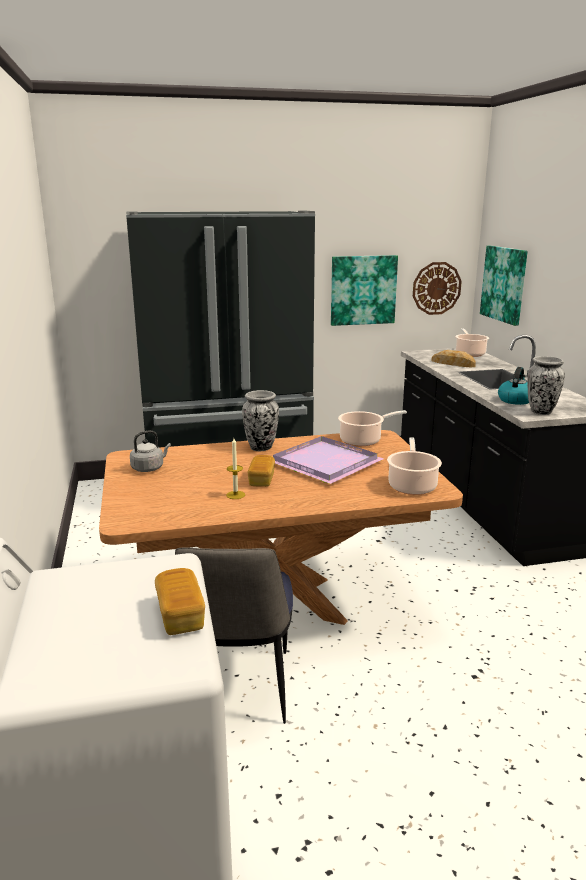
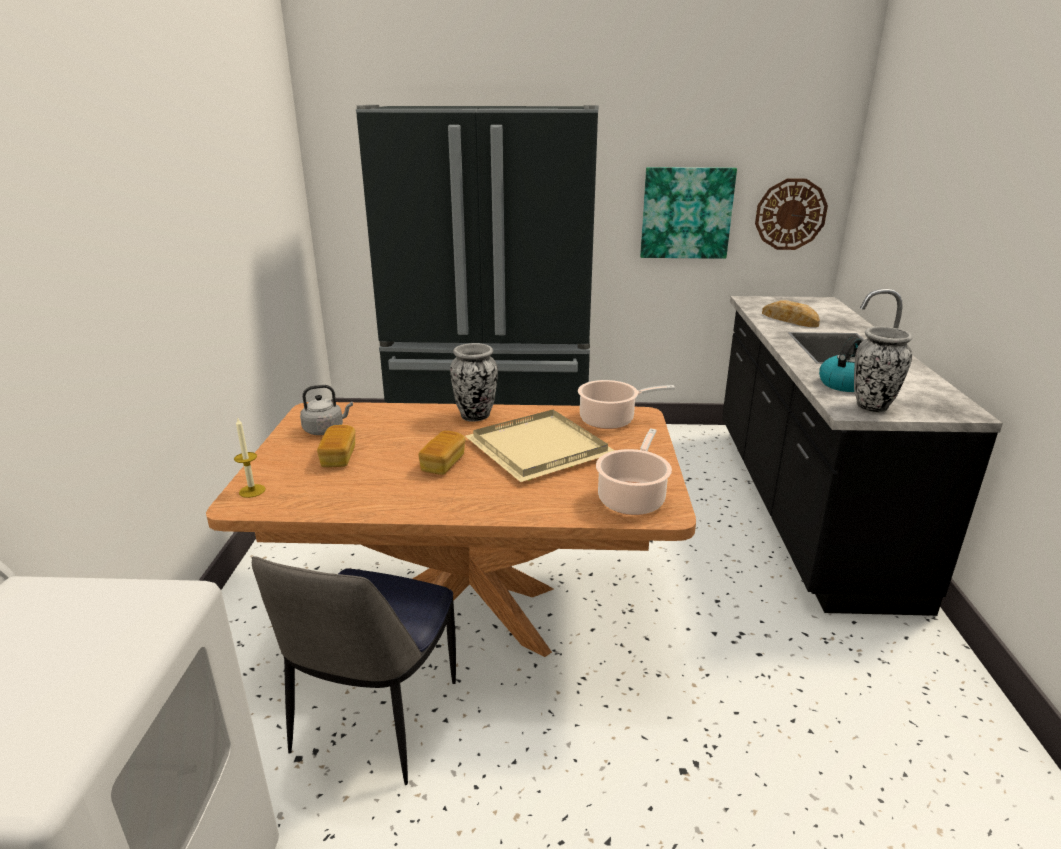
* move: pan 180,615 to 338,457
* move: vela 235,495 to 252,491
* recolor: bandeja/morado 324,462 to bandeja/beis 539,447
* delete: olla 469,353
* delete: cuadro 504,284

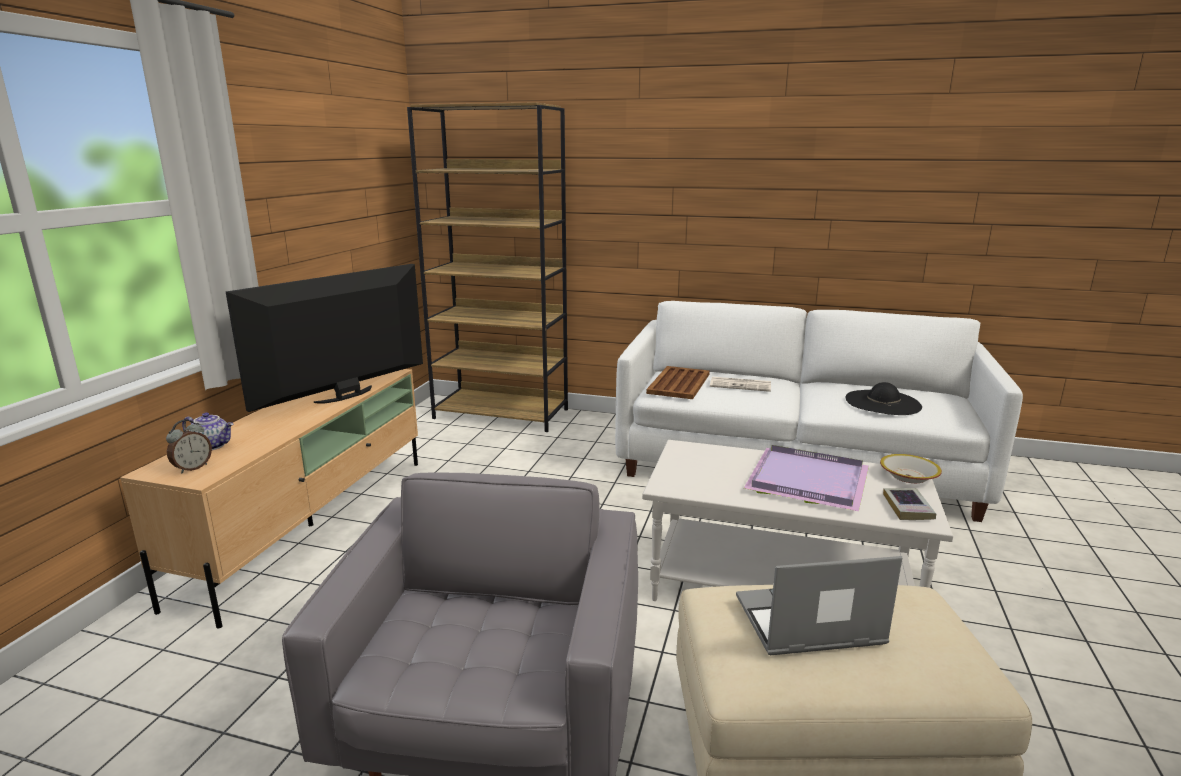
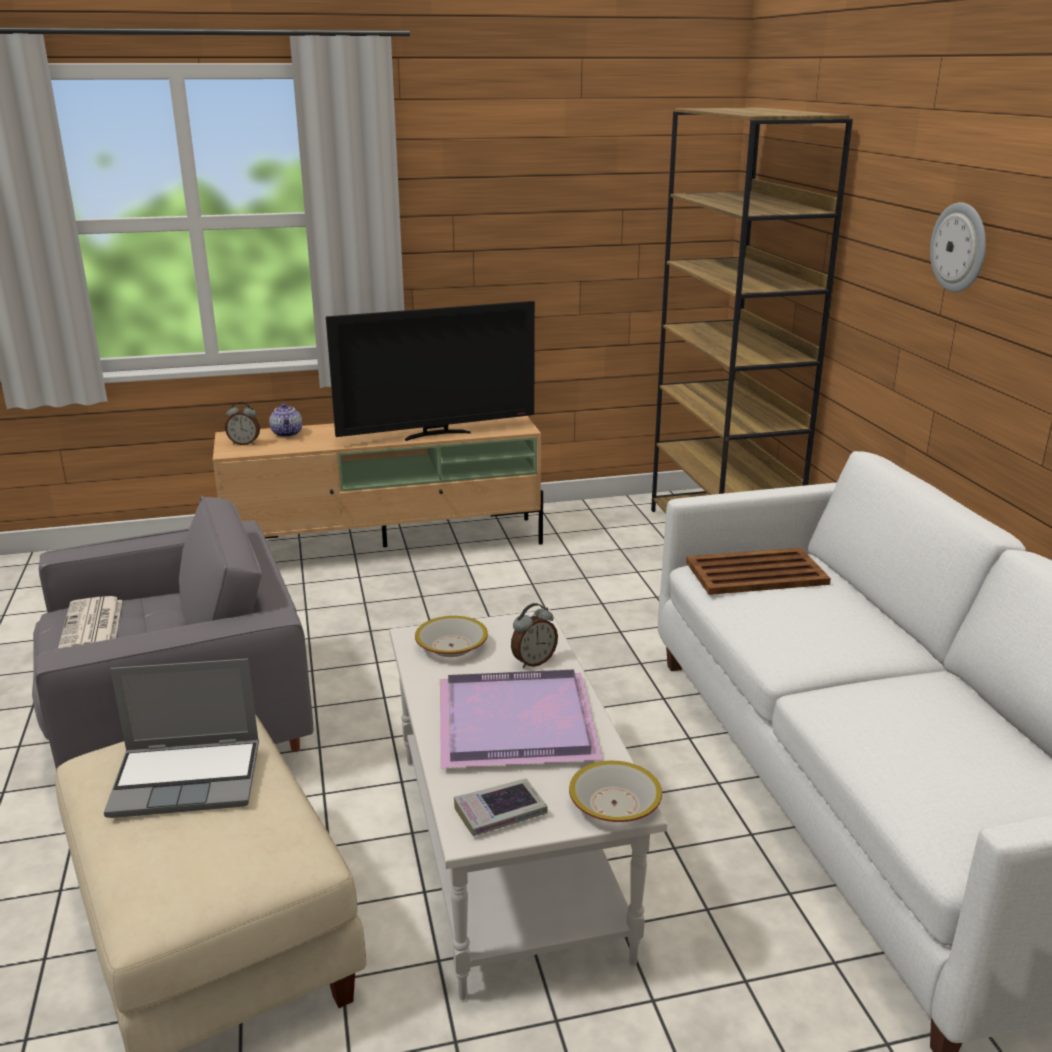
* rotate: televisor 346,396 = 436,434 150 degrees clockwise
* move: periódico 741,385 to 92,625
* rotate: portátil 807,623 = 189,779 120 degrees clockwise
* delete: sombrero/negro 882,402
* insert: cuenco 451,646
* insert: despertador 533,661
* insert: reloj de pared 959,247

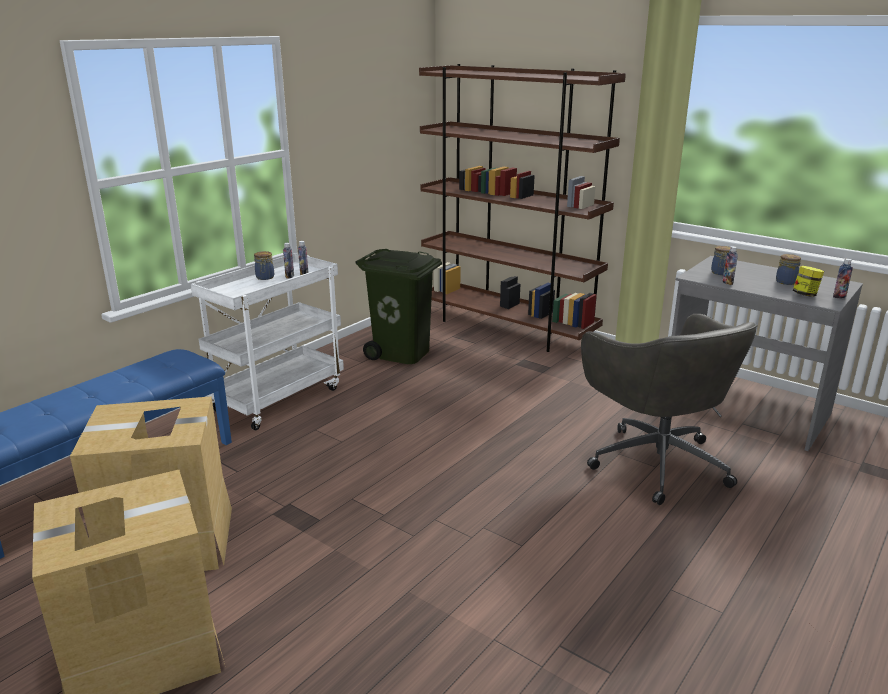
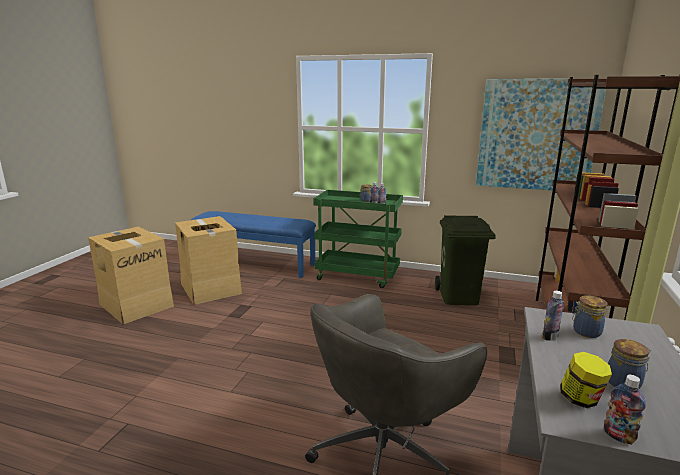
* recolor: carrito/blanco 279,397 to carrito/verde 358,276
* insert: cuadro 536,135

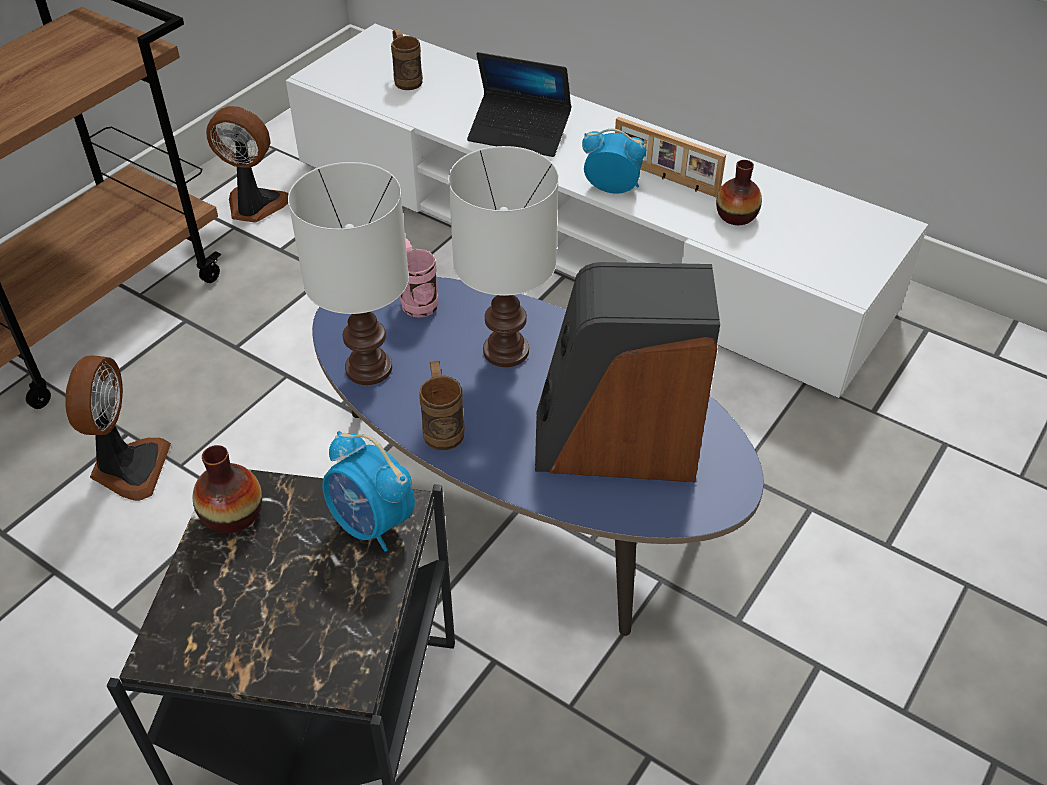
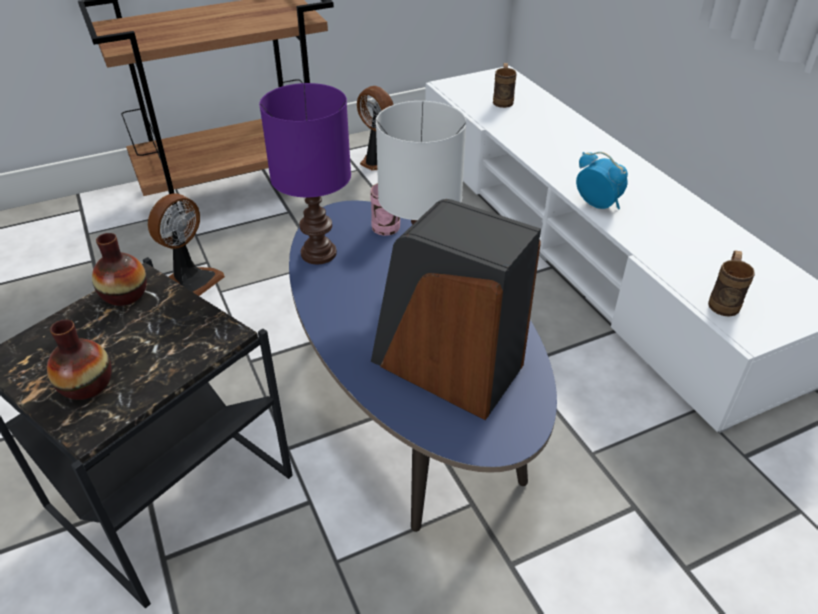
* recolor: lámpara de mesa/blanco 369,370 to lámpara de mesa/morado 318,254
* delete: despertador 372,524
* move: taza grande/marrón 442,427 to 724,301
* delete: portátil 519,133
* delete: portarretratos 664,178
* move: florero 736,216 to 86,385

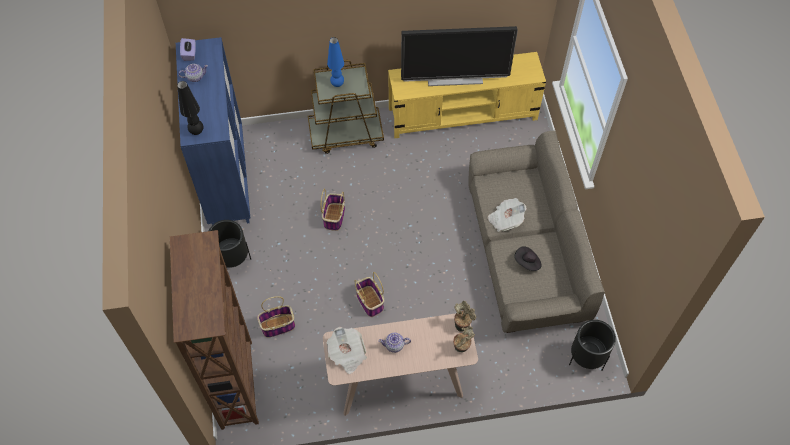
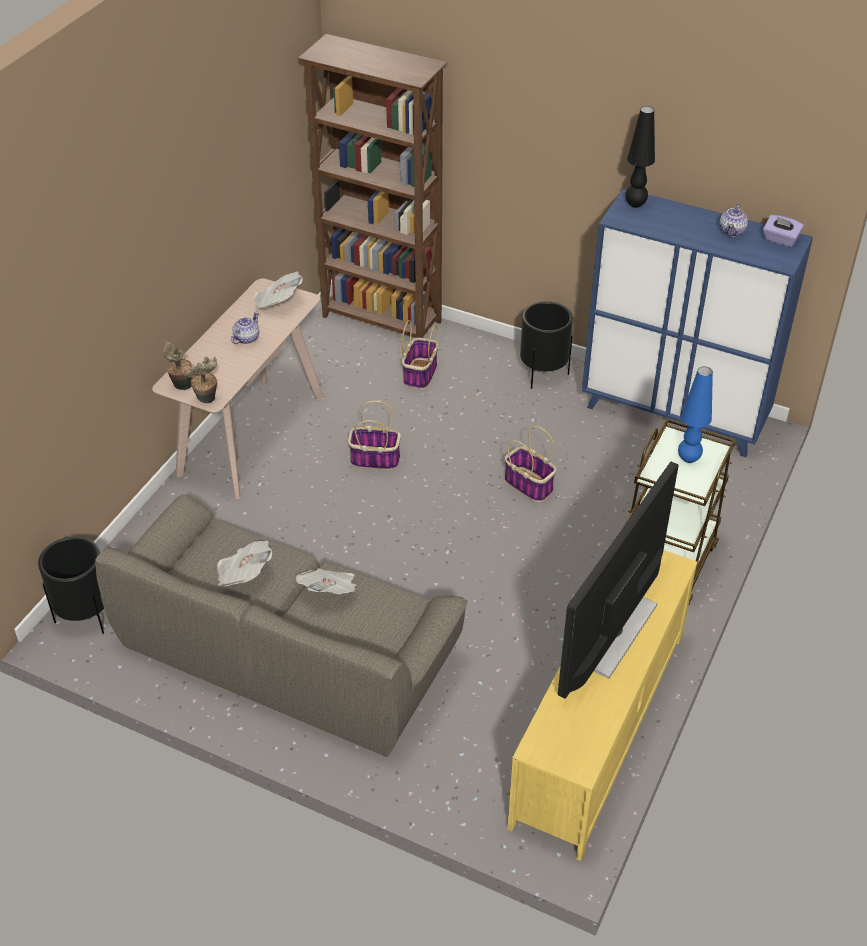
* replace: sombrero/negro 527,263 to periódico 244,574

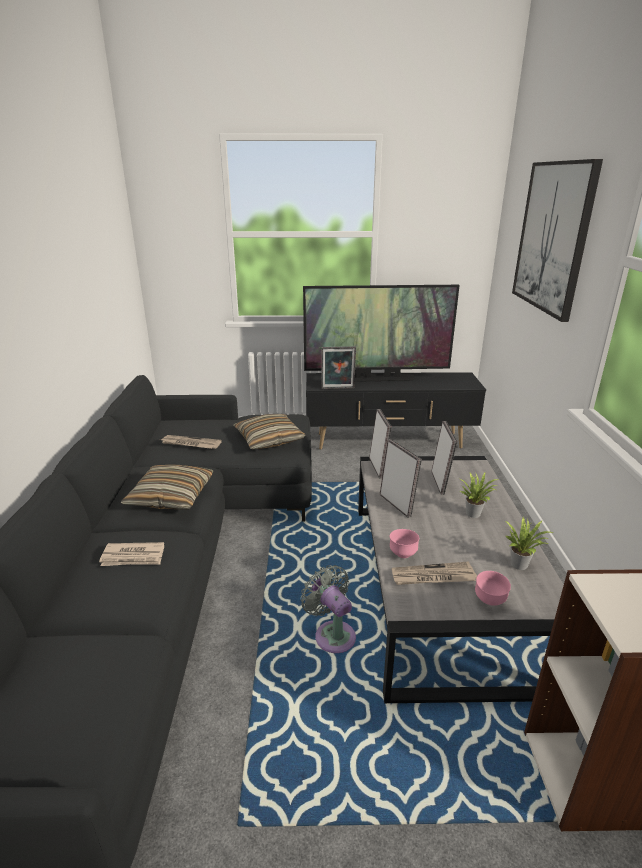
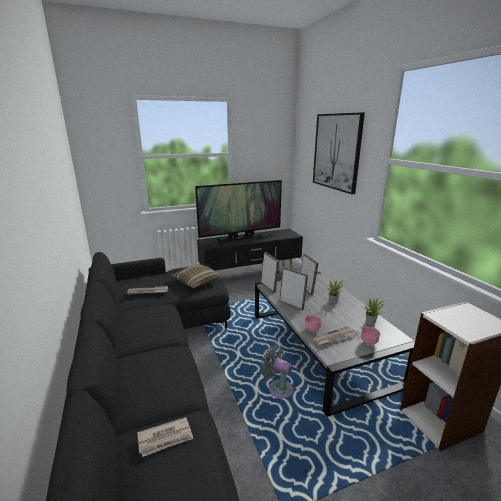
* move: periódico 133,557 to 165,438
* delete: cojín 171,496
* delete: portarretratos 338,389

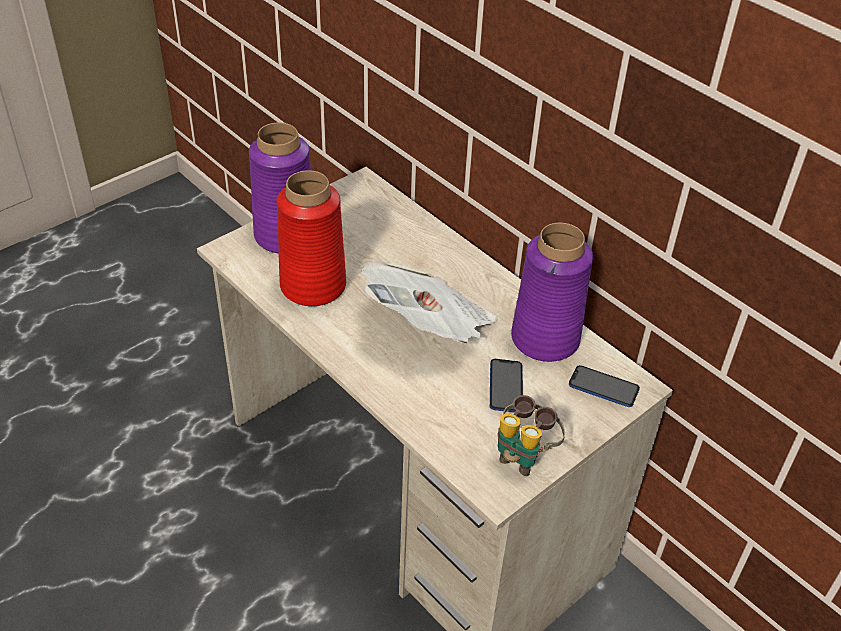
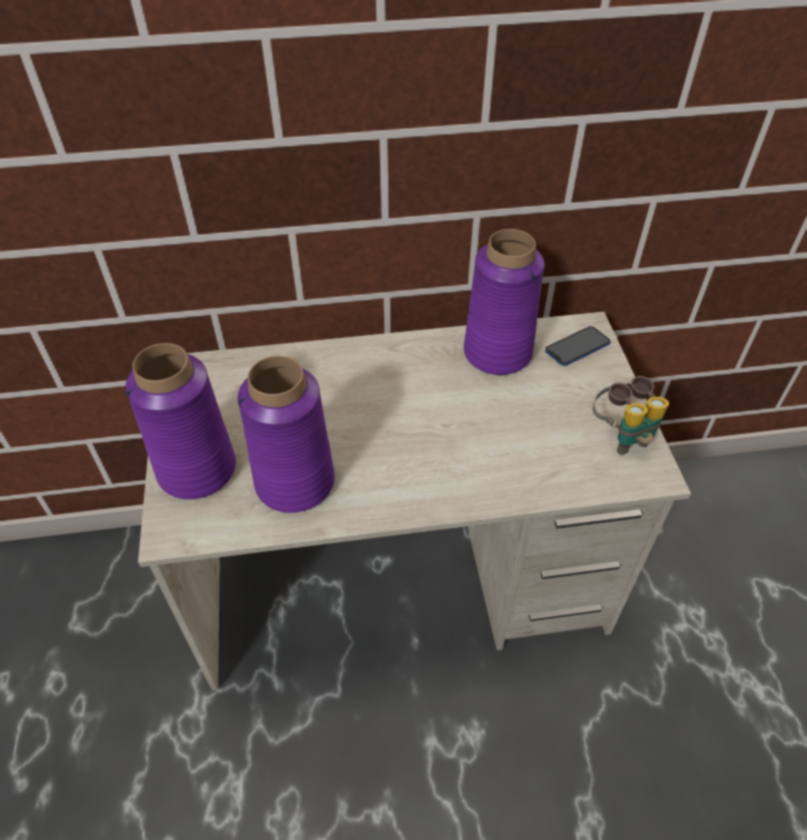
* recolor: florero/rojo 313,286 to florero/morado 295,482
* delete: periódico 430,327
* delete: móvil 506,387

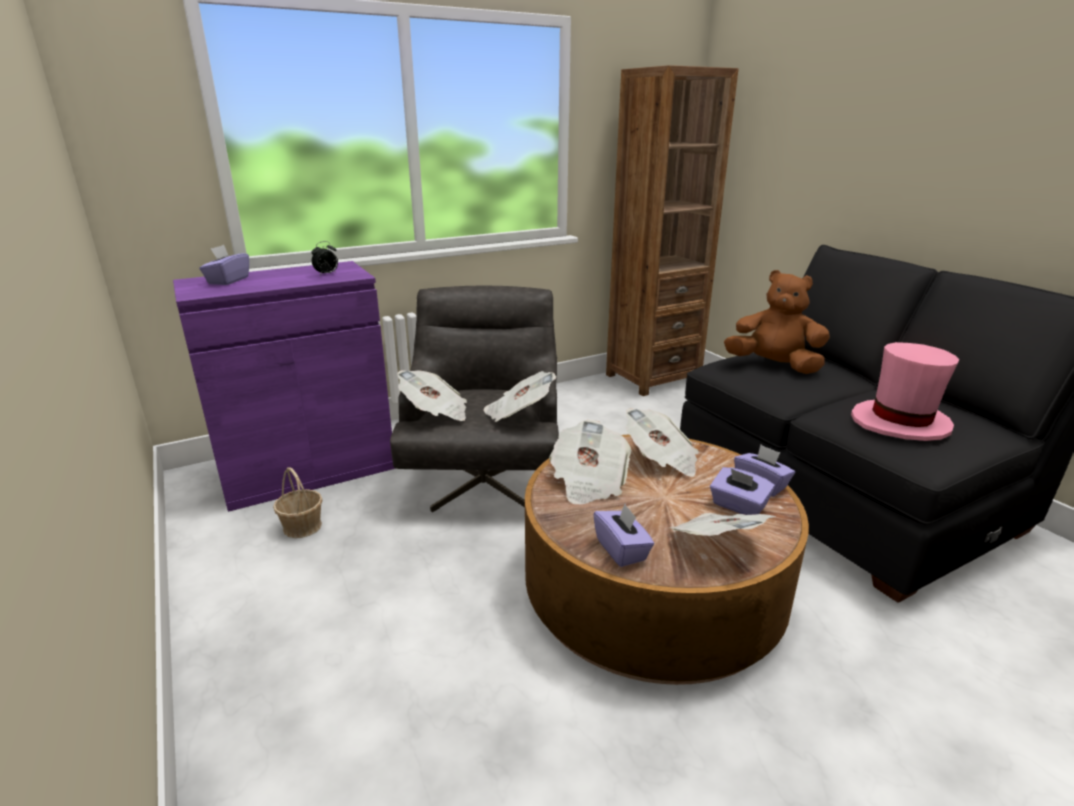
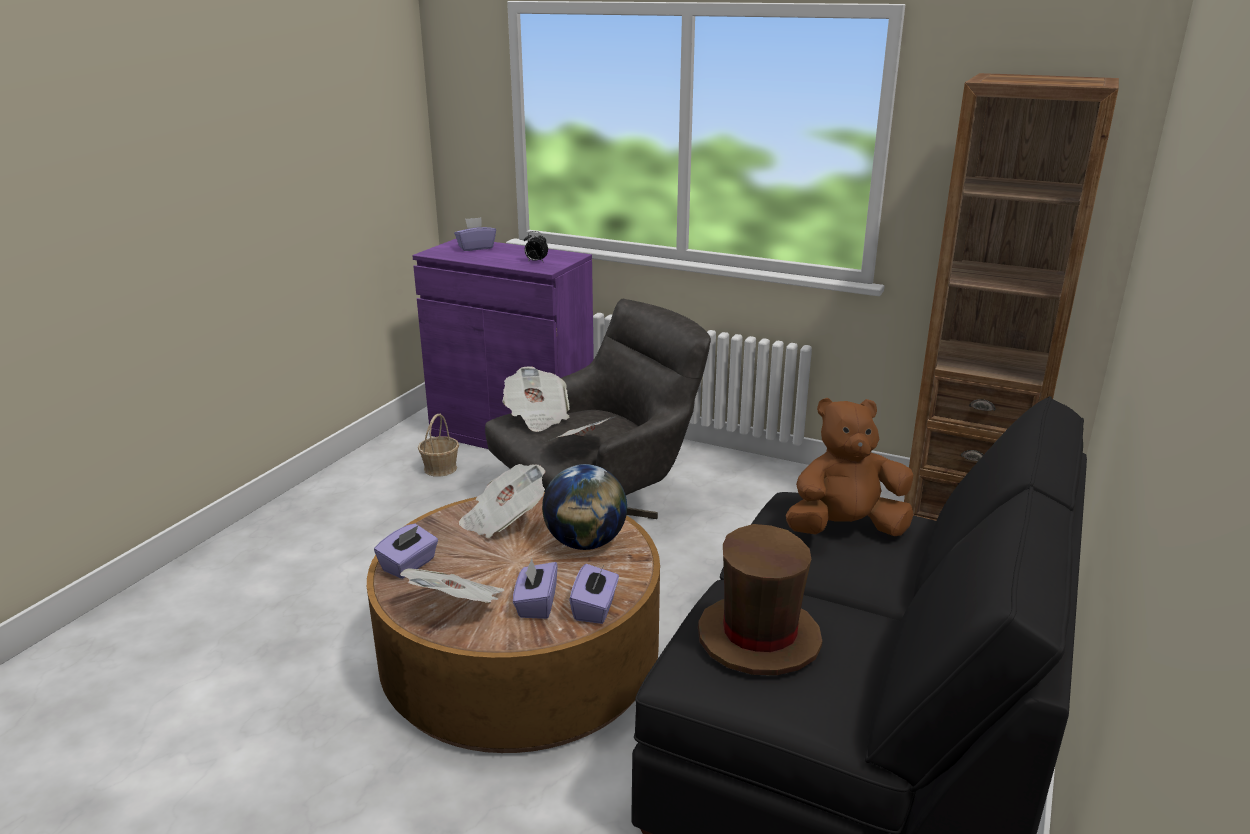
* replace: periódico 661,460 to globo terráqueo 585,543
* rotate: peluche/marrón 773,366 = 845,529 90 degrees counterclockwise
* recolor: sombrero/rosa 900,423 to sombrero/marrón 758,638

